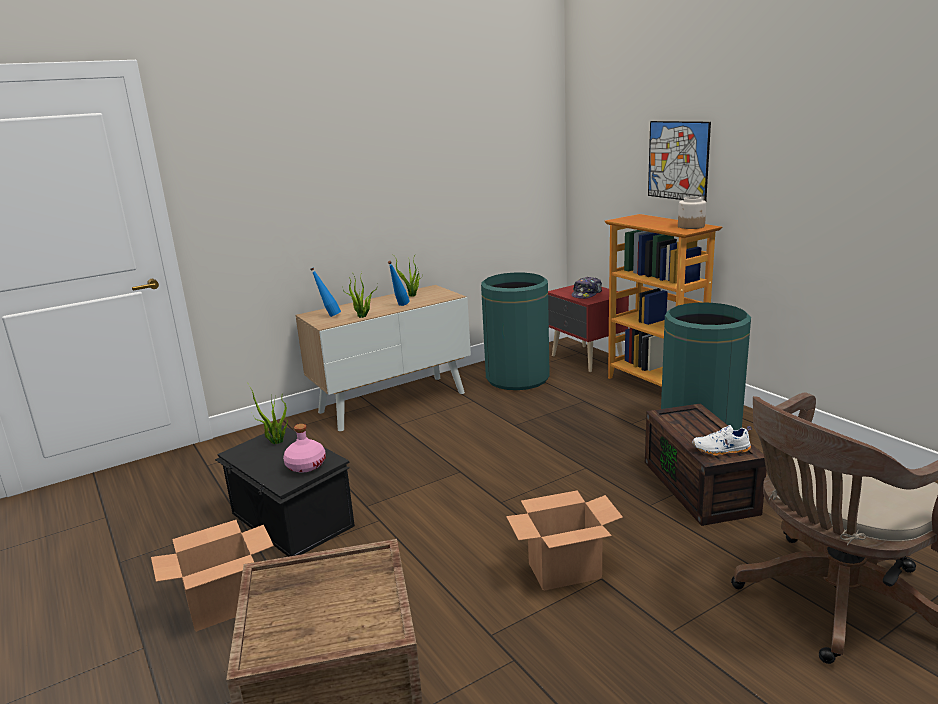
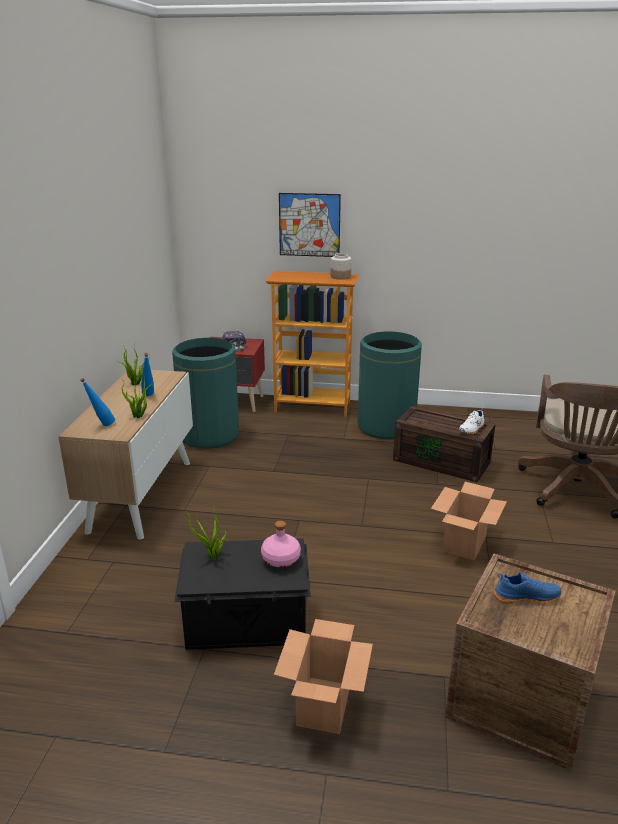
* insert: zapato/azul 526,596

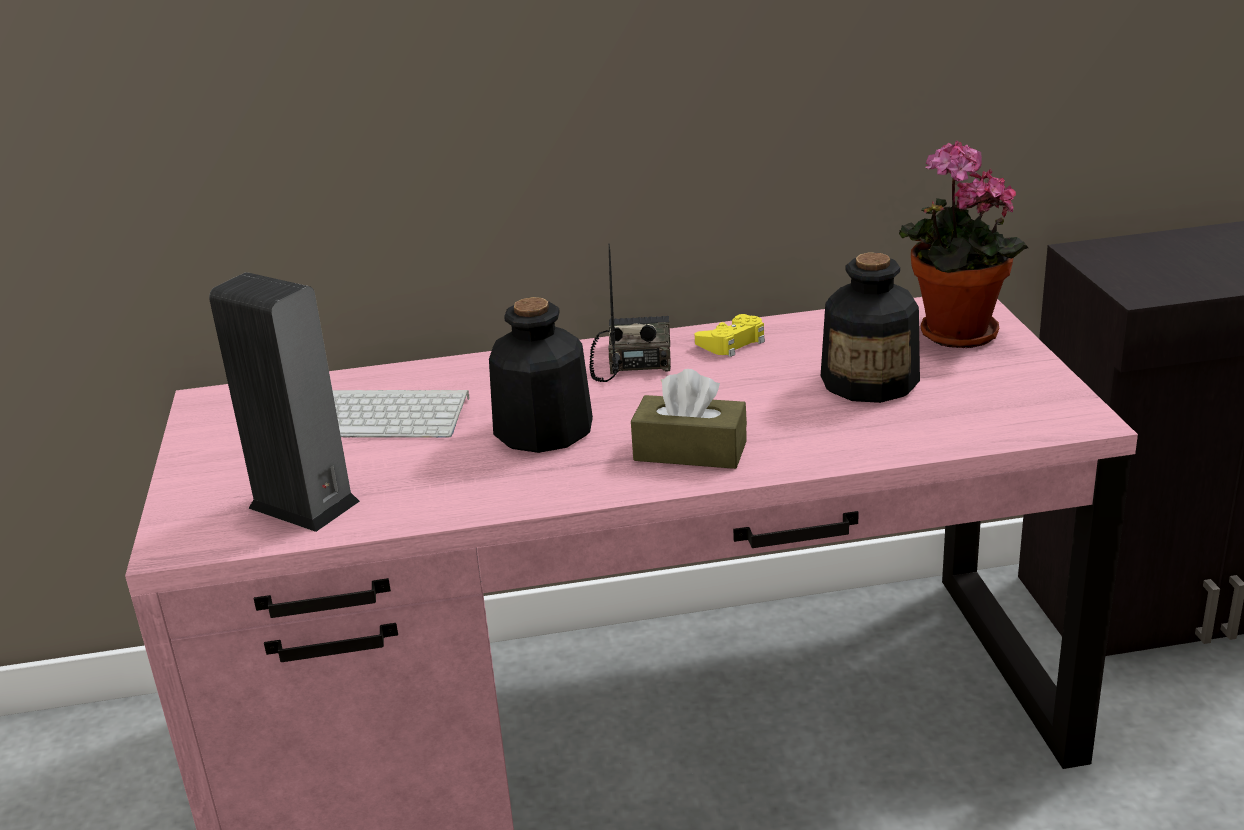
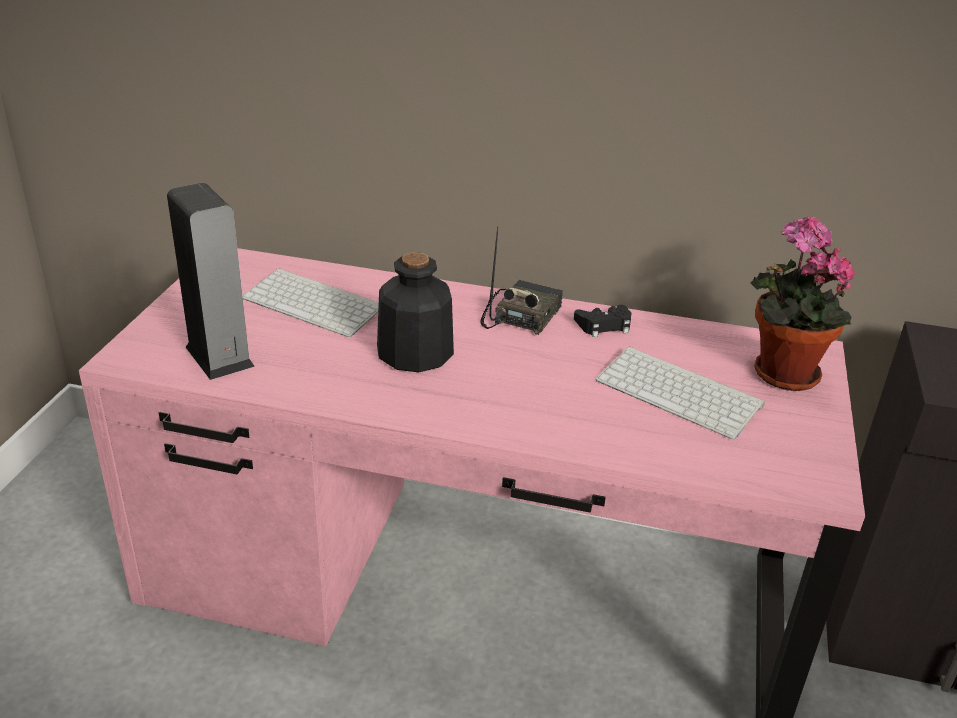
* delete: caja de pañuelos/marrón 690,451
* recolor: mando de consola/amarillo 732,342 to mando de consola/negro 604,326
* replace: botella 870,381 to teclado 681,393

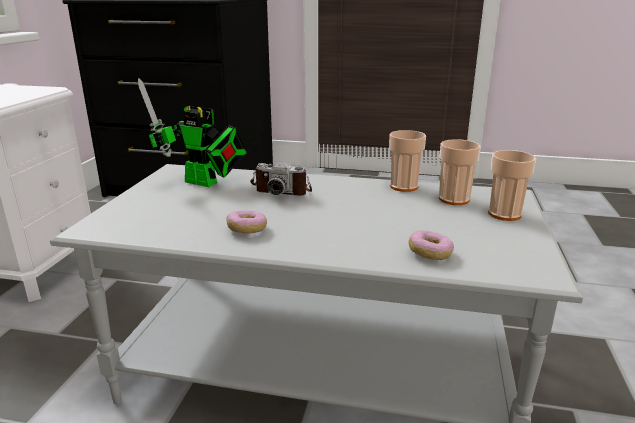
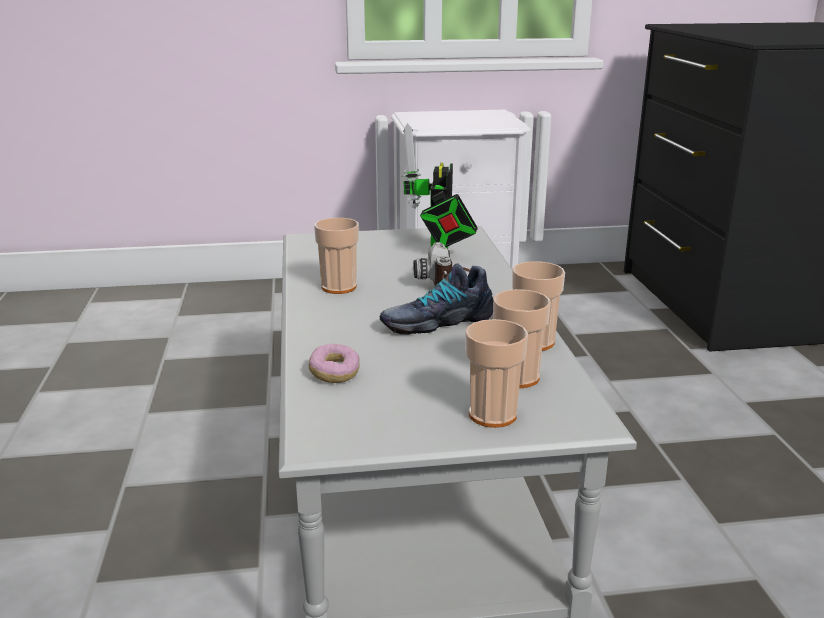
* replace: rosquilla 247,230 to taza 339,287
* insert: zapato 436,321

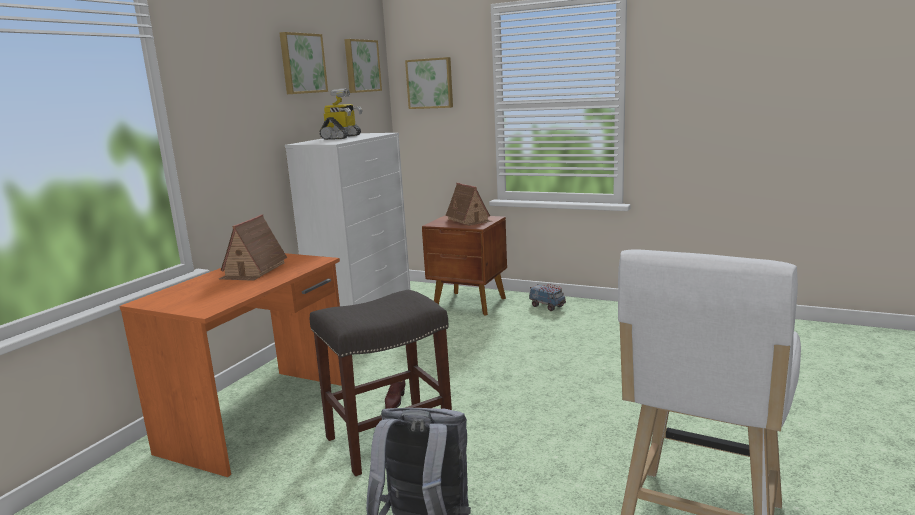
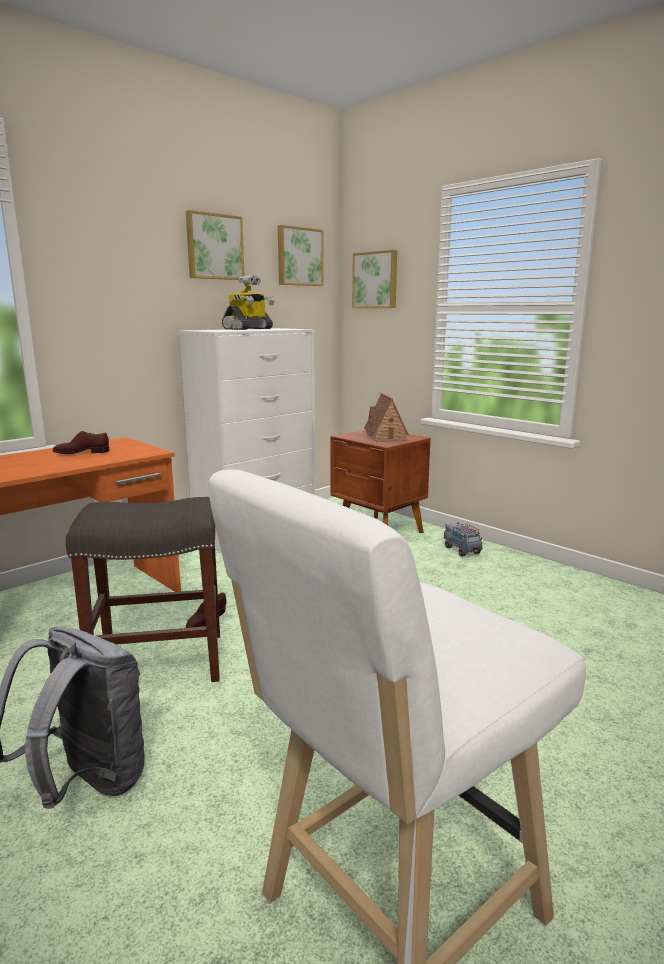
* replace: casita 253,270 to zapato/marrón 81,452

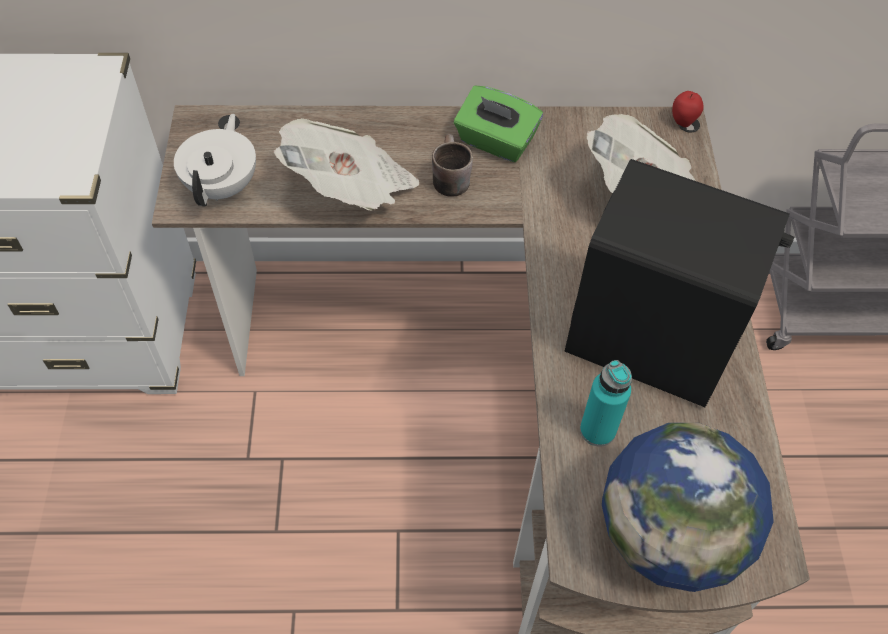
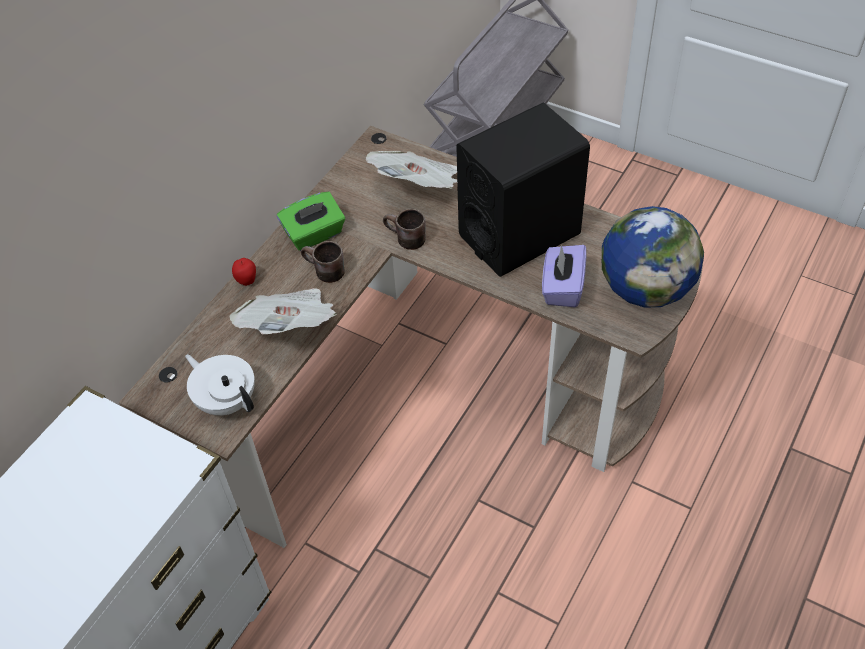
* replace: botella/turquesa 597,430 to caja de pañuelos/morado 562,288
* move: manzana 683,121 to 246,281
* insert: taza grande/marrón 404,240

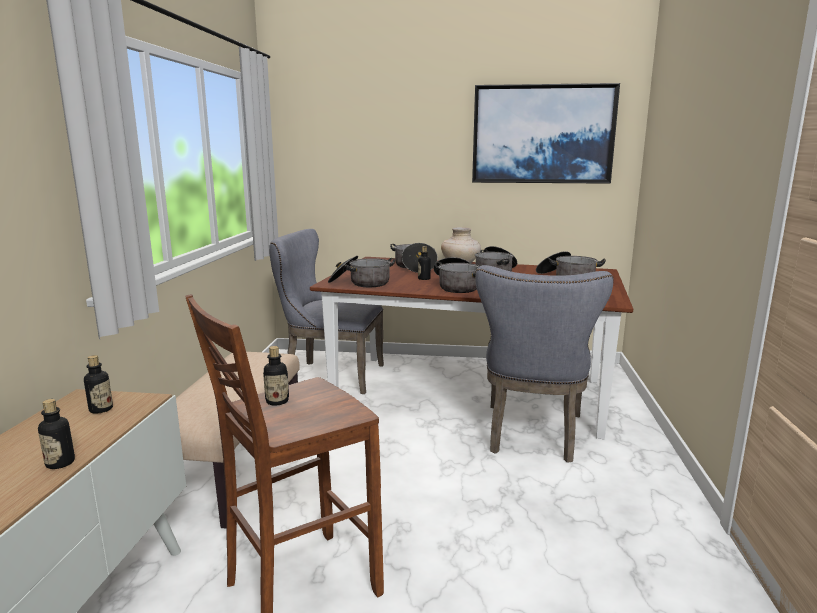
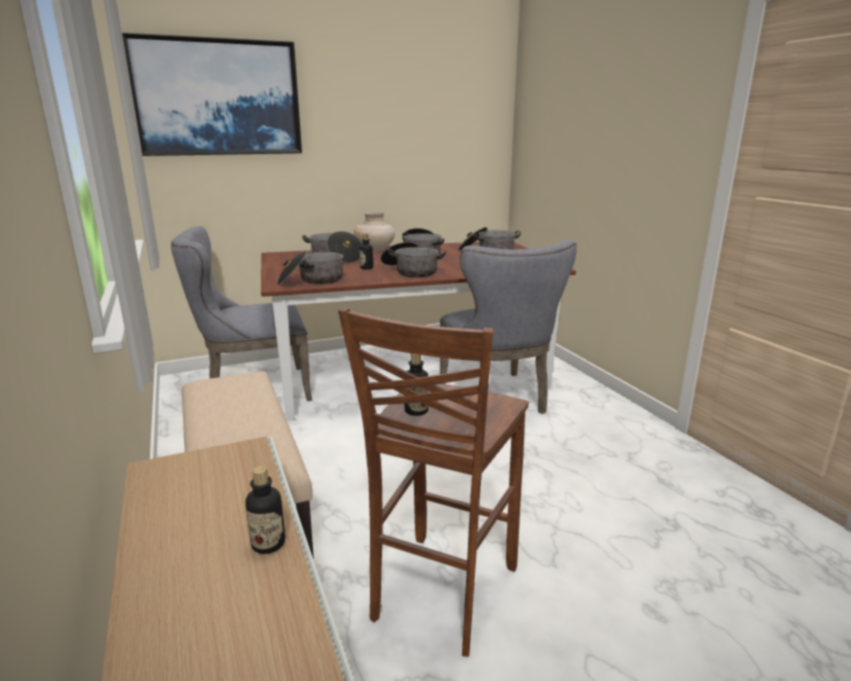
* delete: botella 101,409
* move: cuadro 542,134 to 218,98

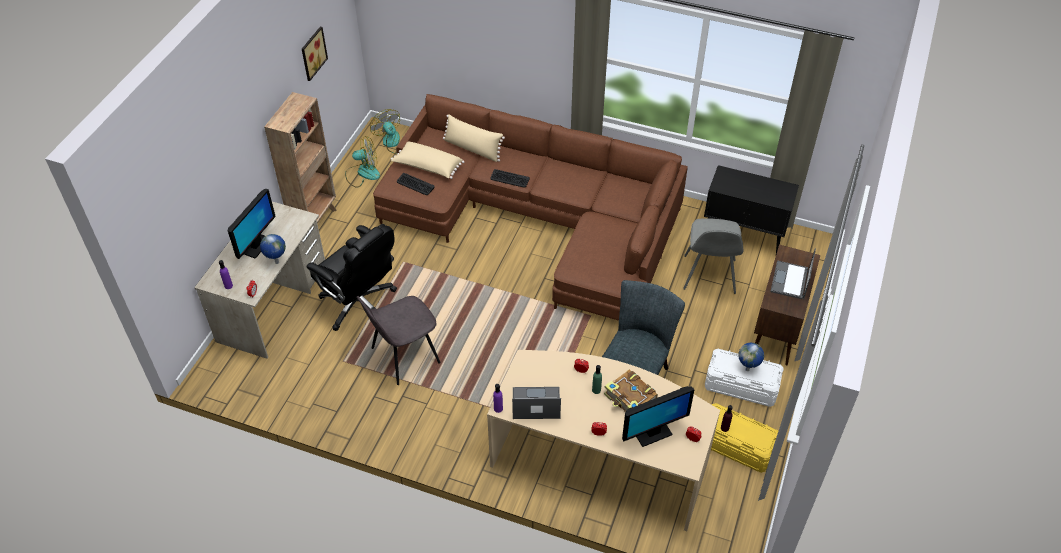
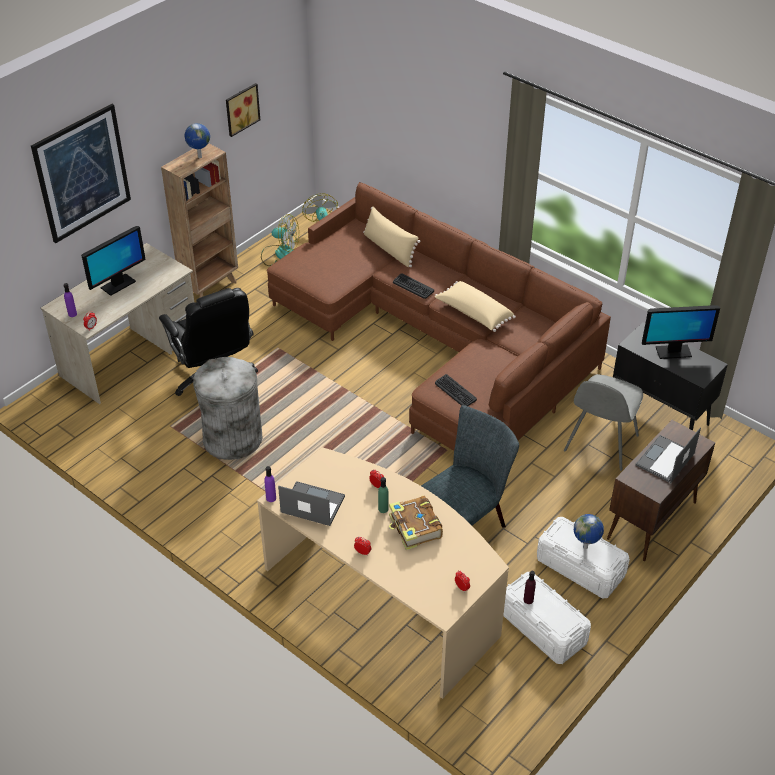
* move: globo terráqueo 276,262 to 199,157
* replace: silla/gris 403,356 to papelera/gris 232,438
* move: cojín/beis 427,167 to 473,314
* move: teclado 415,184 to 455,391
* move: monitor 652,434 to 673,352
* recolor: caja de almacenaje/amarillo 736,446 to caja de almacenaje/blanco 542,628
* insert: cuadro 82,173

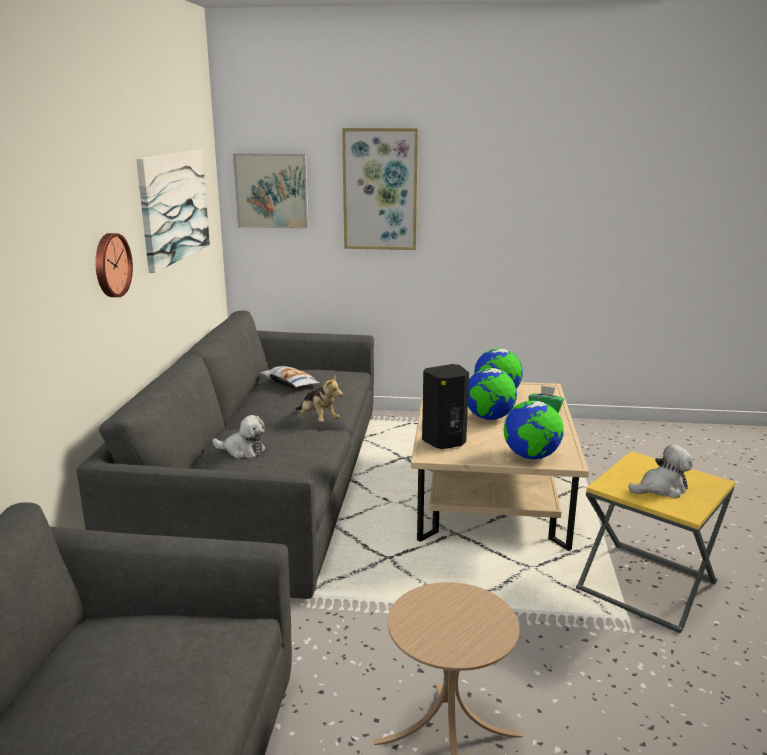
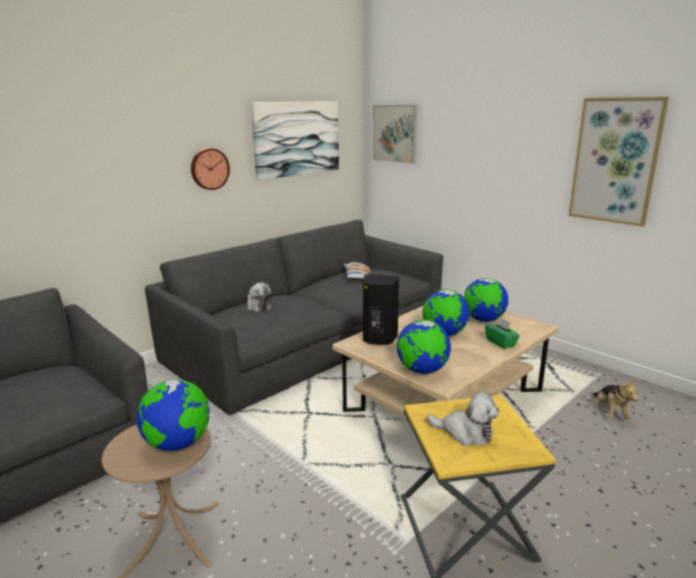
* move: peluche 318,419 to 610,412
* move: cuadro 380,189 to 615,161
* insert: globo terráqueo 178,444

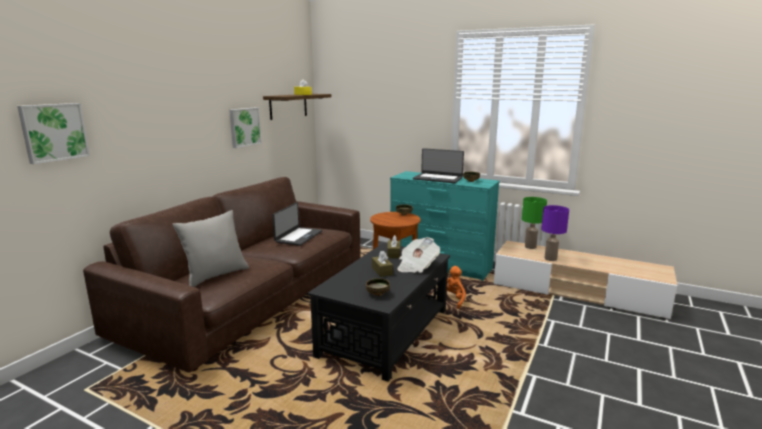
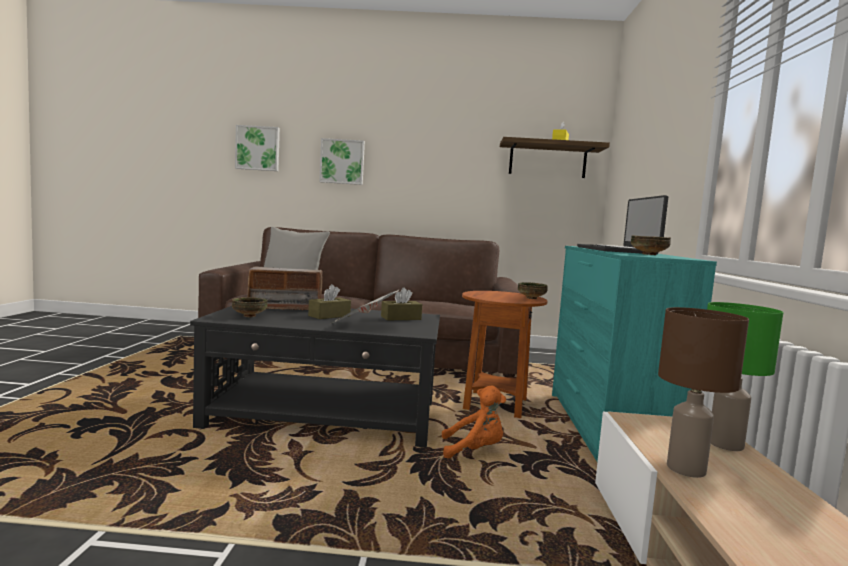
* move: cuadro 244,127 to 342,162
* delete: portátil 298,236
* recolor: lámpara de mesa/morado 550,259 to lámpara de mesa/marrón 685,469
* insert: radio 285,308

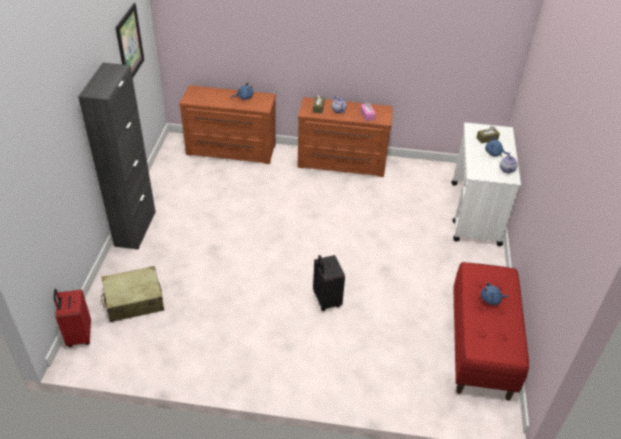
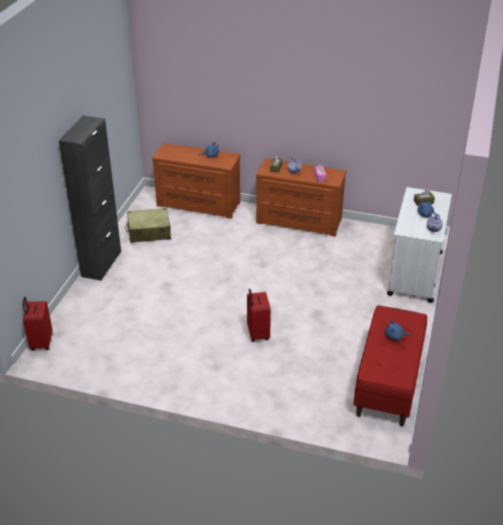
* move: maleta/beis 134,301 to 149,232
* delete: cuadro 129,44
* recolor: maleta/negro 326,300 to maleta/rojo 257,334

